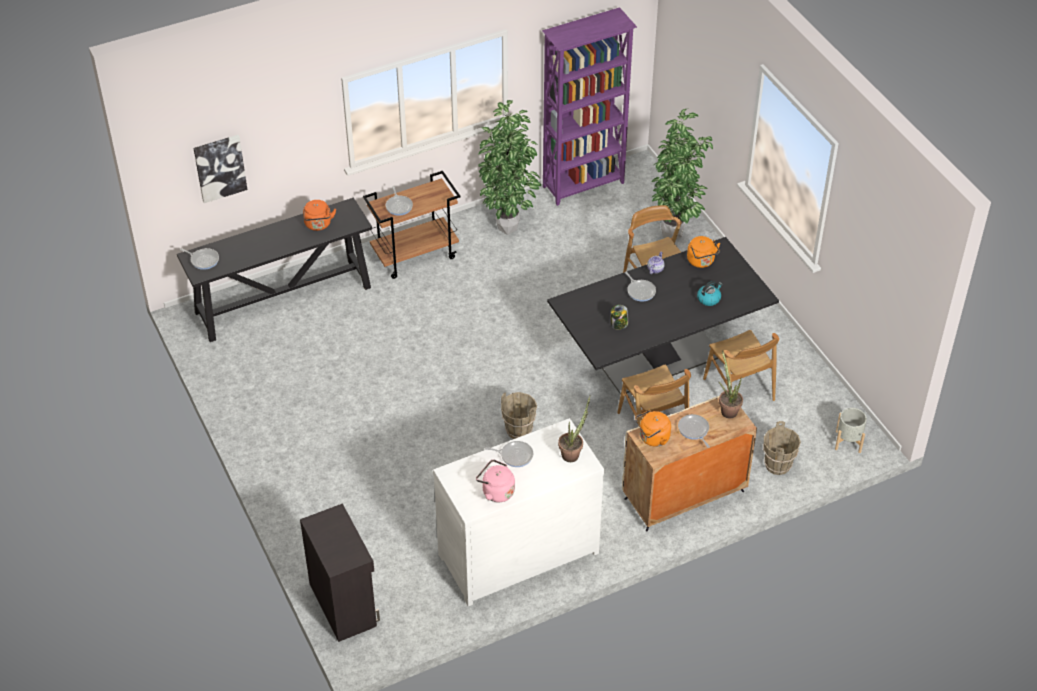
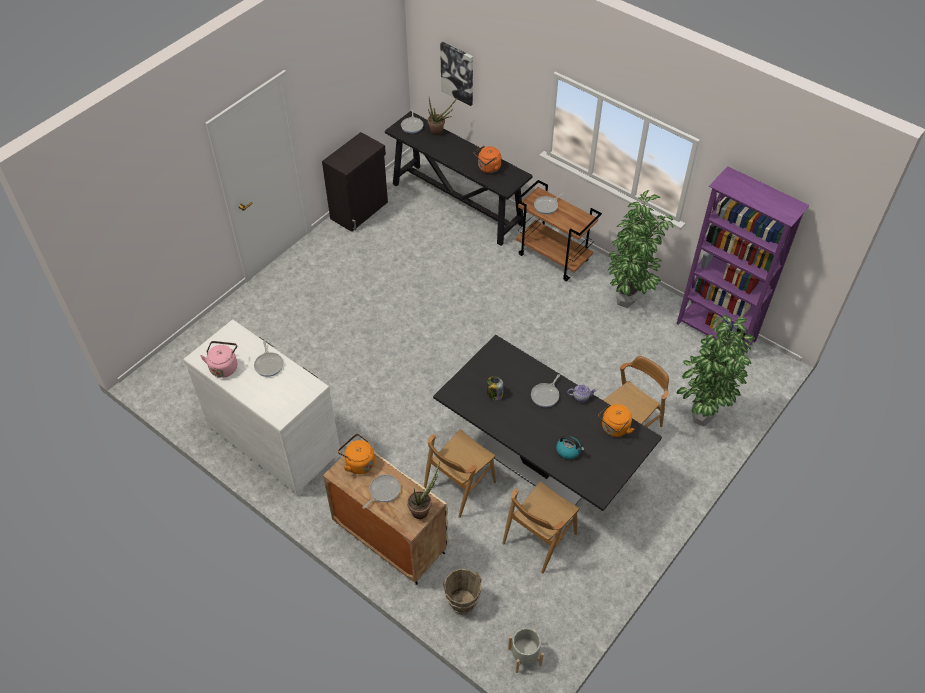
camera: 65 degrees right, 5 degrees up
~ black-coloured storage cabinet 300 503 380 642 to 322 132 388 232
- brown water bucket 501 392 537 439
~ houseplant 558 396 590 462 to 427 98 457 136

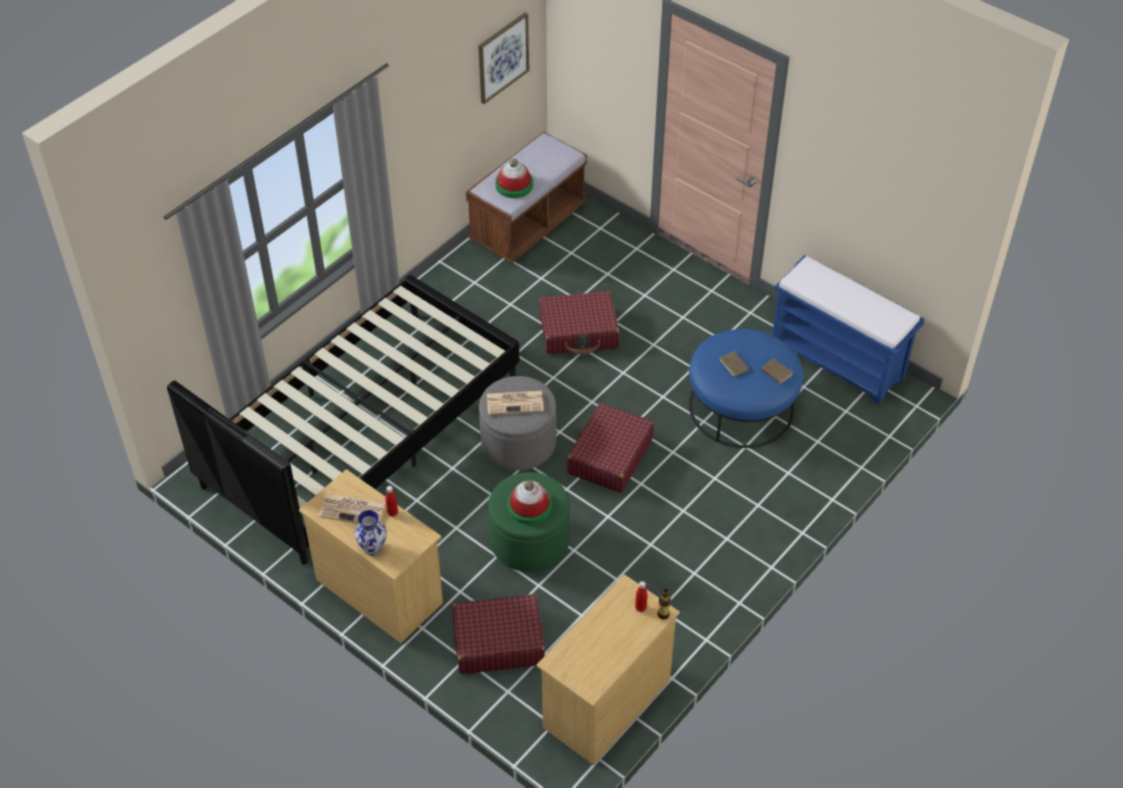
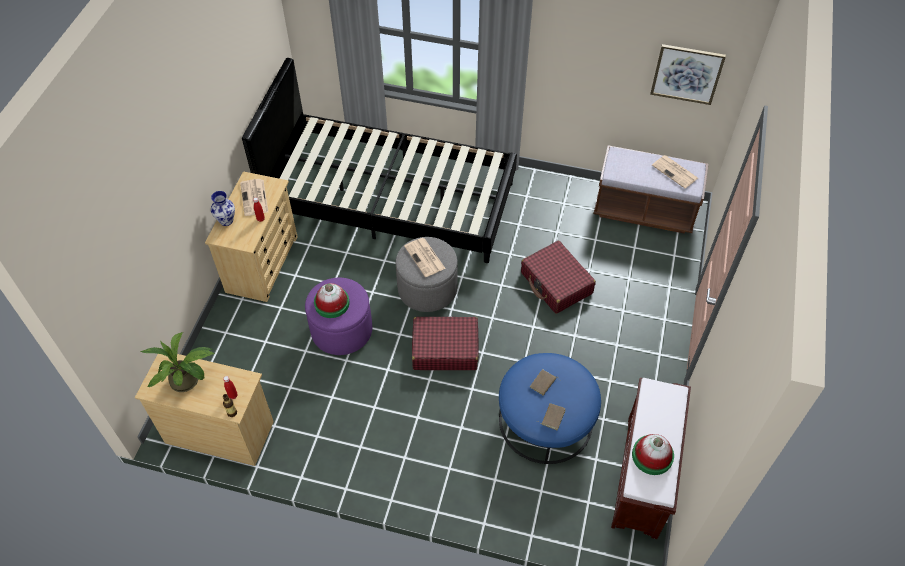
camera: 65 degrees right, 5 degrees up
- red travel case 452 594 545 674
~ green-coloured footrest 488 472 570 572 to purple footrest 305 278 372 355
~ clothing hat 495 159 533 198 to 632 434 674 475
~ blue long seat 772 255 924 405 to brown long seat 611 378 691 539
+ houseplant 141 332 214 392
+ newspaper 652 155 698 188

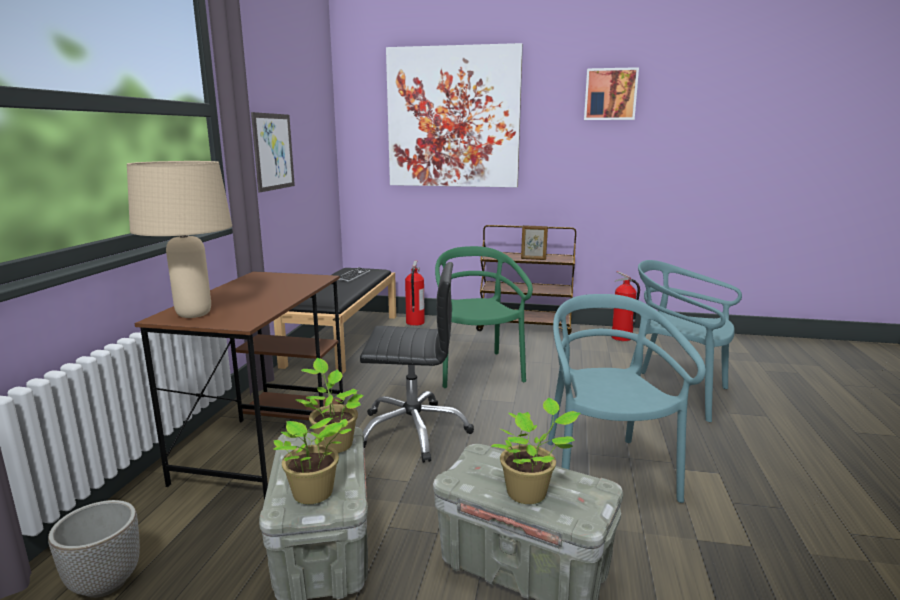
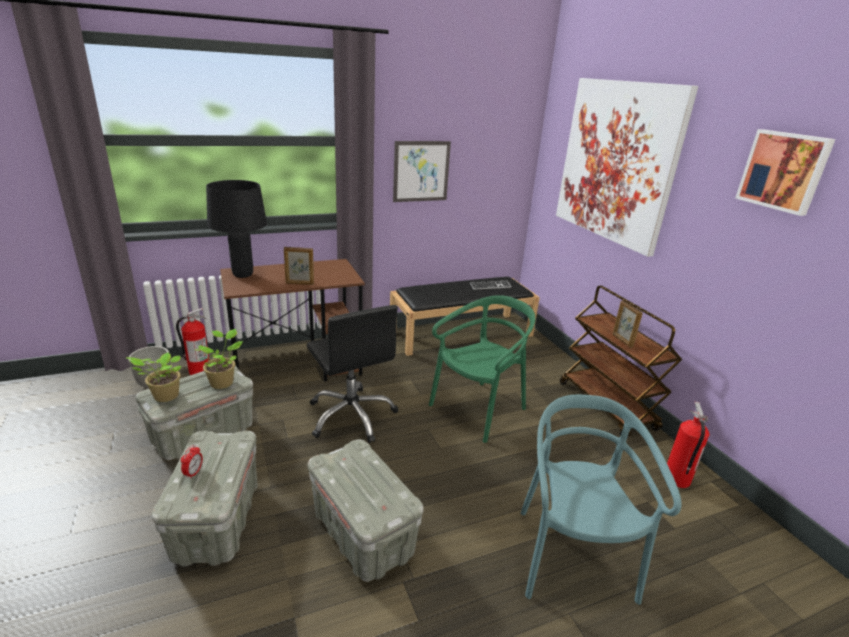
camera: 55 degrees right, 10 degrees up
~ sand-coloured table lamp 127 161 232 318 to black-coloured table lamp 206 180 267 278
~ fire extinguisher 405 260 425 326 to 176 308 210 375
~ houseplant 491 398 580 504 to bedside clock 181 445 203 479
~ turquoise chair 547 294 706 503 to grey storage bin 307 439 424 582
+ photo frame 284 247 314 285

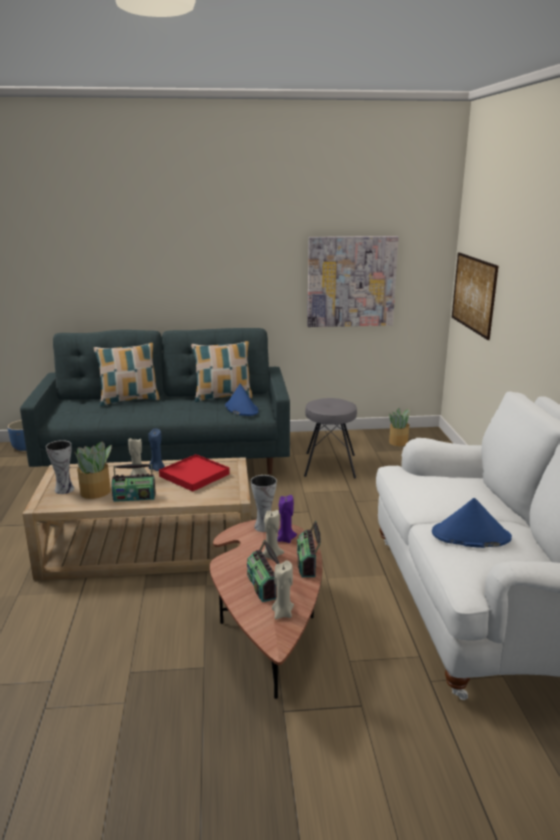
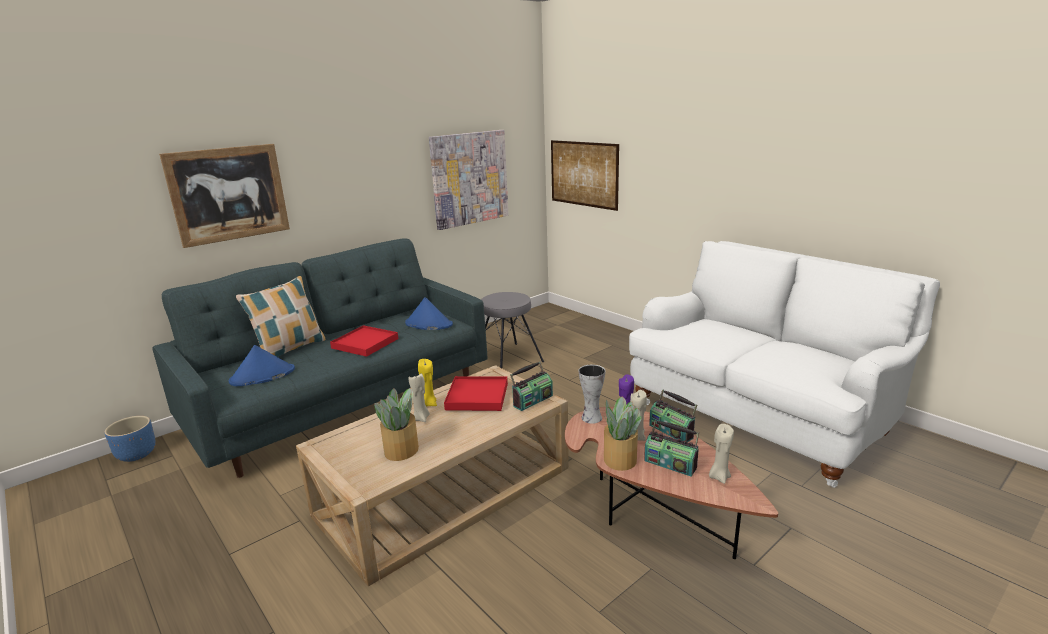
camera: 35 degrees left, 0 degrees up
- decorative vase 46 440 74 494
~ radio receiver 112 464 156 502 to 510 362 553 411
~ blue candle 148 428 165 471 to yellow-coloured candle 418 359 437 407
- throw pillow 191 341 252 402
~ houseplant 389 408 410 446 to 604 396 642 471
~ blue clothing hat 432 498 512 548 to 229 345 295 386
+ wall picture 159 144 290 248
+ red serving tray 330 325 398 357

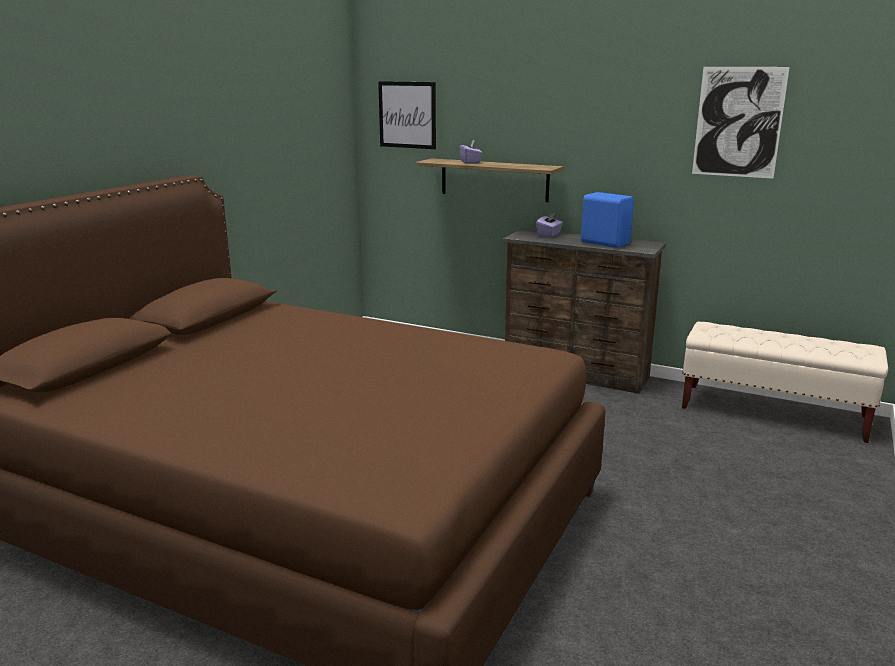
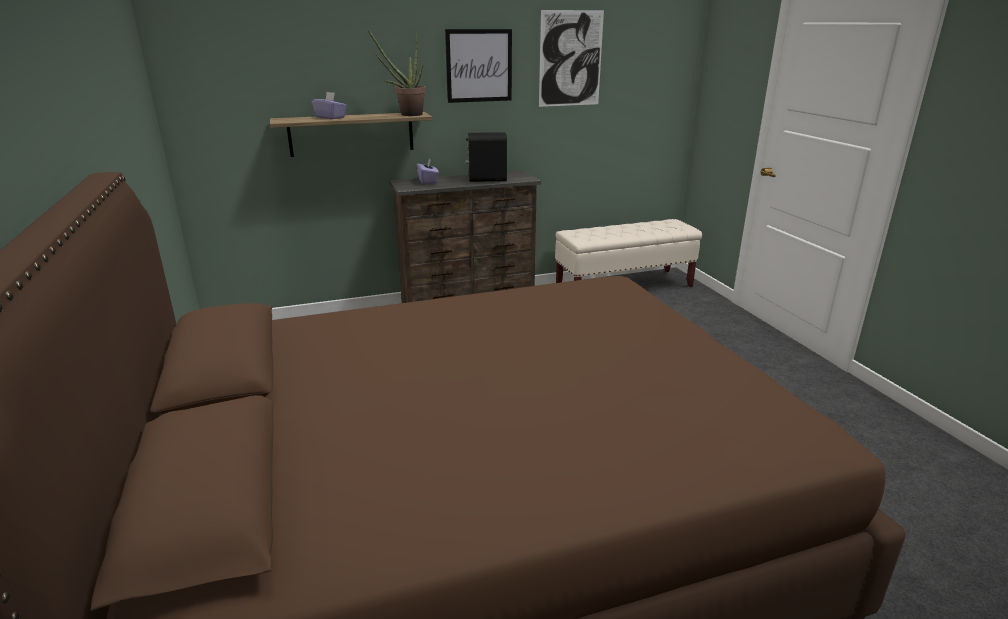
camera: 45 degrees left, 5 degrees up
~ wall picture 378 81 436 149 to 445 29 512 103
~ blue speaker 581 192 634 248 to black-coloured speaker 465 132 507 182
+ houseplant 368 30 426 116

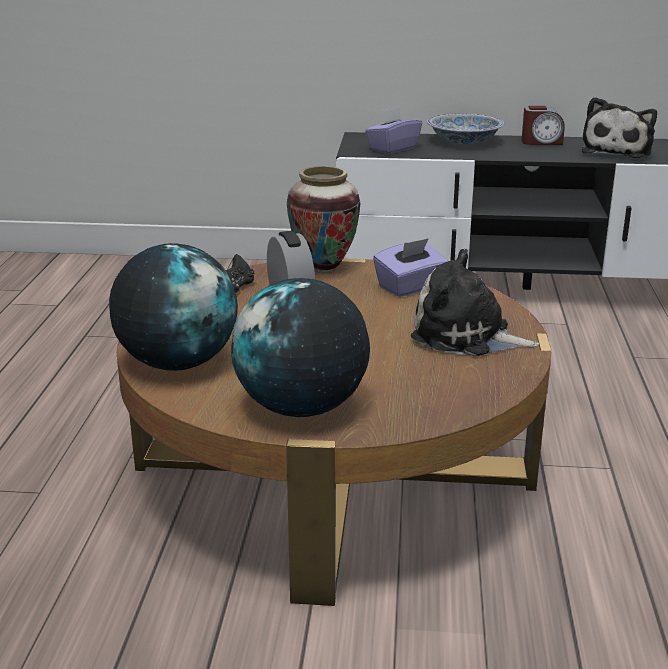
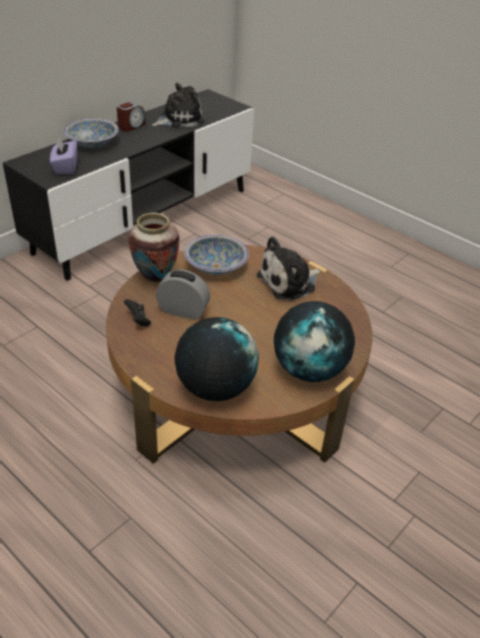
camera: 55 degrees left, 15 degrees up
~ purple tissue holder 373 238 448 297 to serving bowl 184 235 249 275
~ plush toy 582 97 657 158 = 152 83 204 128 90 degrees counterclockwise

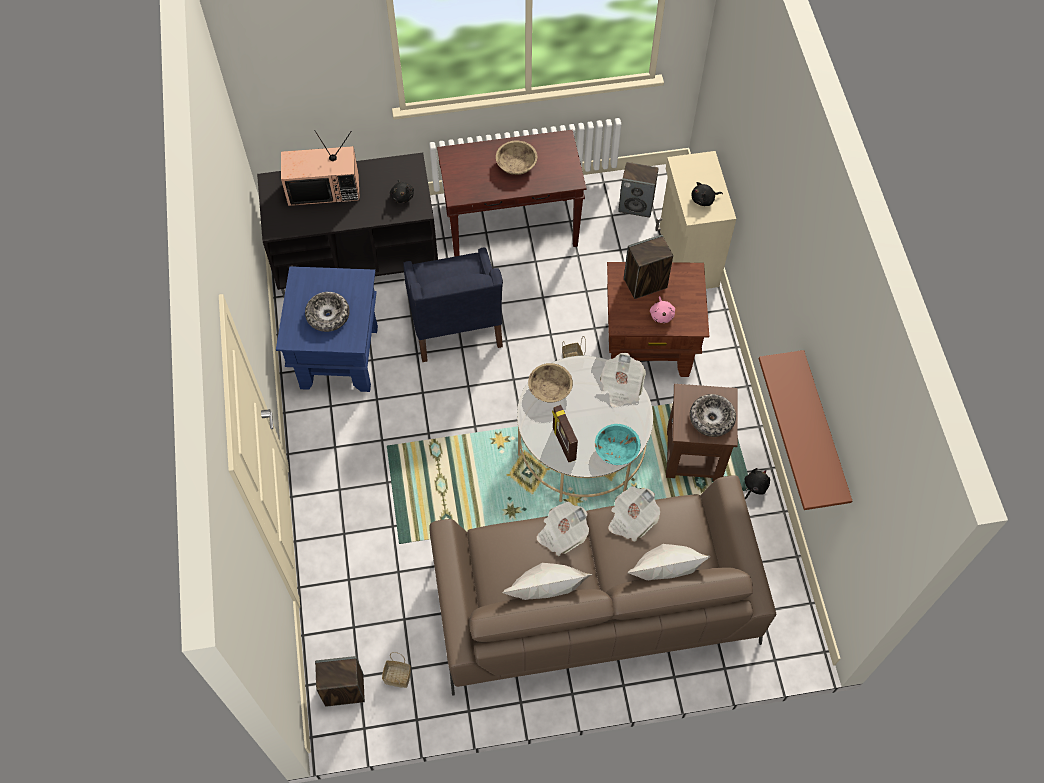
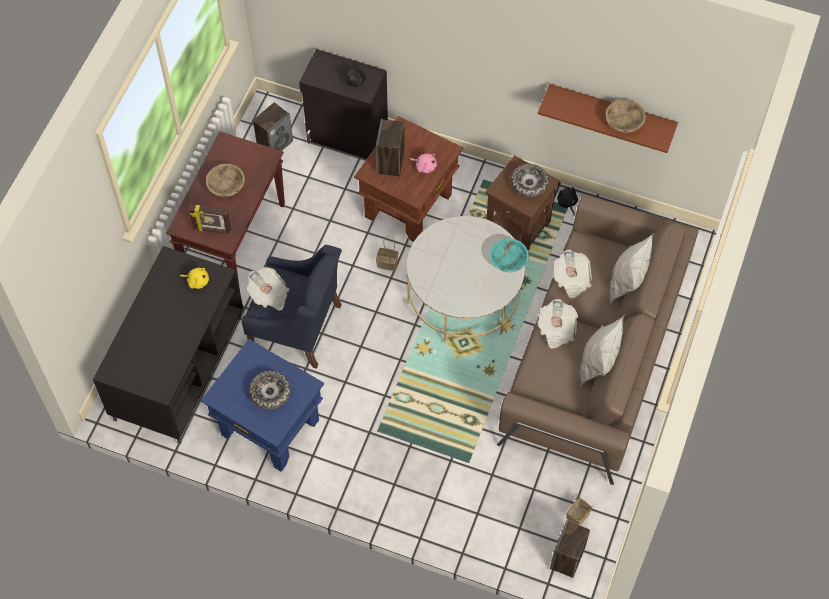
camera: 60 degrees left, 0 degrees up
- TV 281 130 360 206
~ black-coloured plush toy 390 179 414 203 to yellow-coloured plush toy 180 268 209 289
~ sand-coloured serving bowl 528 363 573 402 to 606 99 646 133
~ photo frame 552 405 578 462 to 189 204 231 234
~ newspaper 600 353 646 407 to 247 267 289 311
~ sand-coloured storage cabinet 655 151 736 289 to black-coloured storage cabinet 299 49 388 159

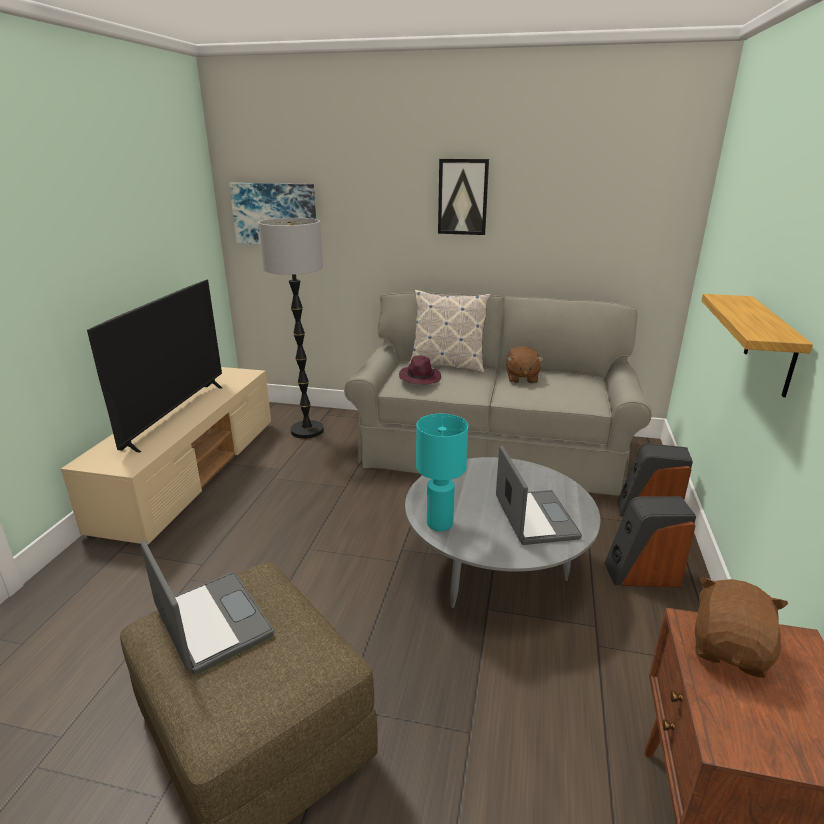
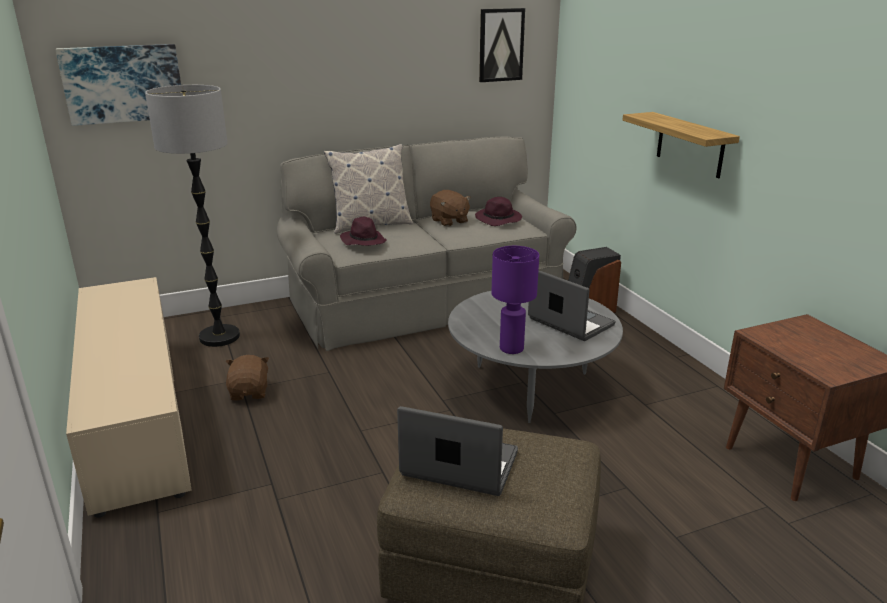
camera: 35 degrees left, 0 degrees up
- TV 87 280 222 452
~ turquoise table lamp 416 414 468 531 to purple table lamp 491 246 539 354
~ wall picture 438 159 489 235 to 479 8 525 82
- speaker 604 496 696 587
~ brown plush toy 694 577 788 678 to 226 355 269 401
+ purple clothing hat 475 197 522 226

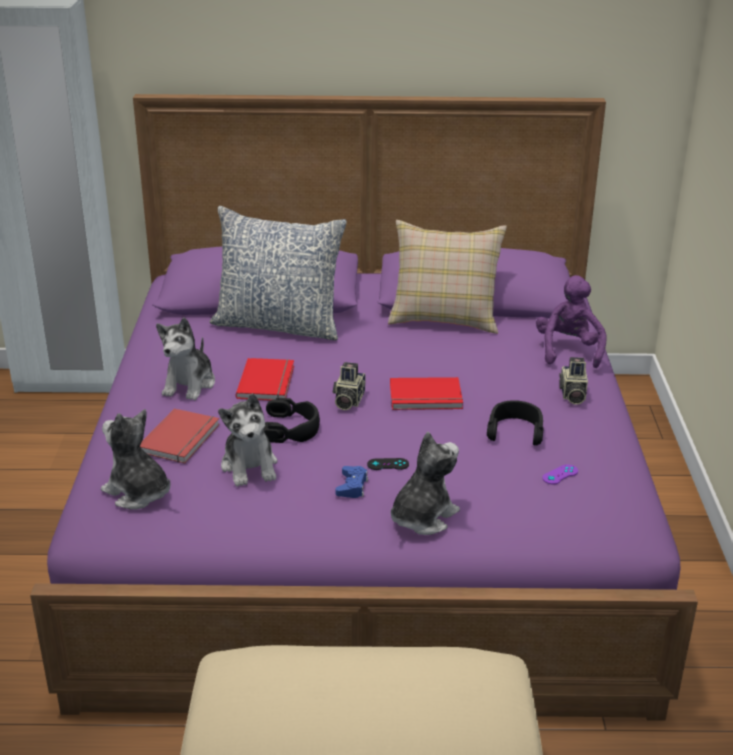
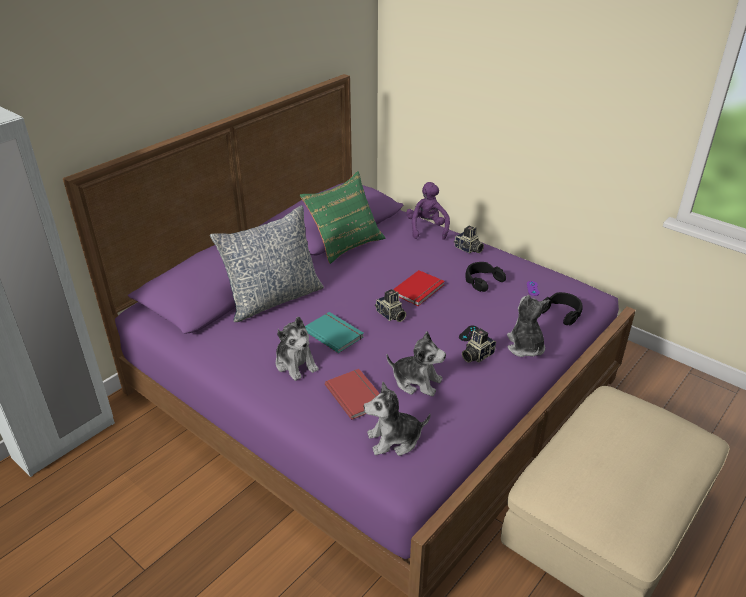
camera: 50 degrees left, 5 degrees up
~ red book 236 358 294 400 to turquoise book 305 312 364 353
~ black-coloured pair of headphones 264 398 320 443 to 543 292 582 325
~ blue game controller 336 466 368 498 to still camera 462 328 496 363
~ sand-coloured throw pillow 388 220 507 334 to green-coloured throw pillow 300 171 385 264
~ purple plush toy 536 275 606 368 = 406 182 450 240 45 degrees clockwise

